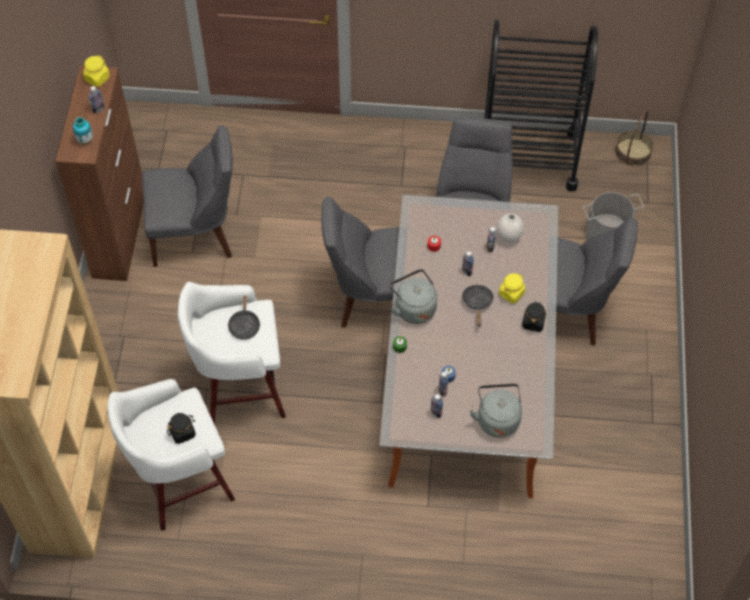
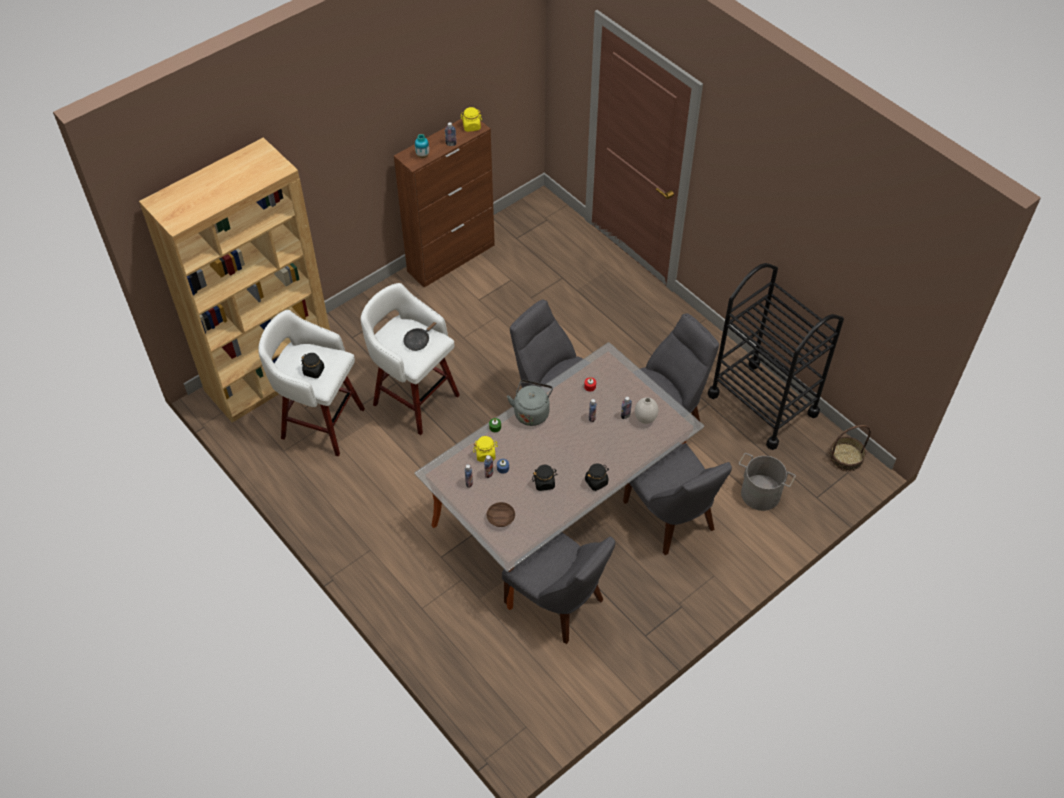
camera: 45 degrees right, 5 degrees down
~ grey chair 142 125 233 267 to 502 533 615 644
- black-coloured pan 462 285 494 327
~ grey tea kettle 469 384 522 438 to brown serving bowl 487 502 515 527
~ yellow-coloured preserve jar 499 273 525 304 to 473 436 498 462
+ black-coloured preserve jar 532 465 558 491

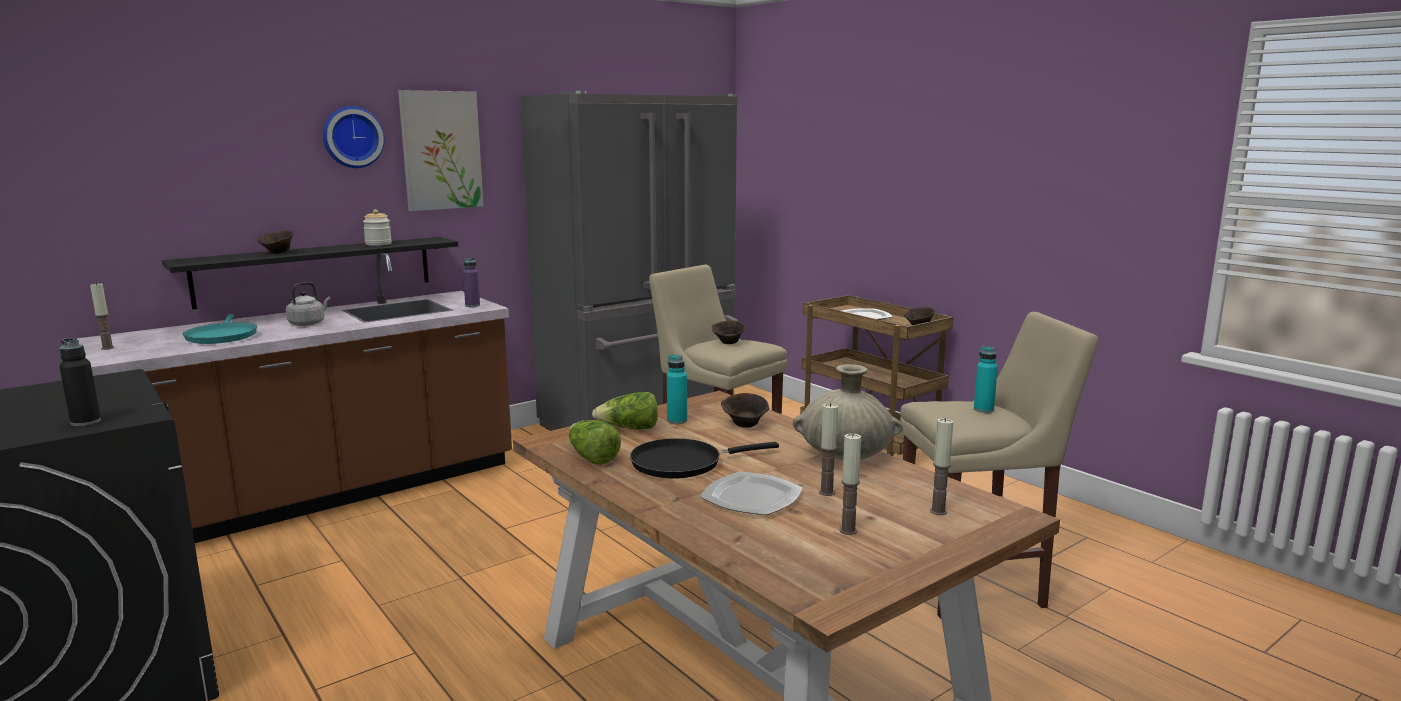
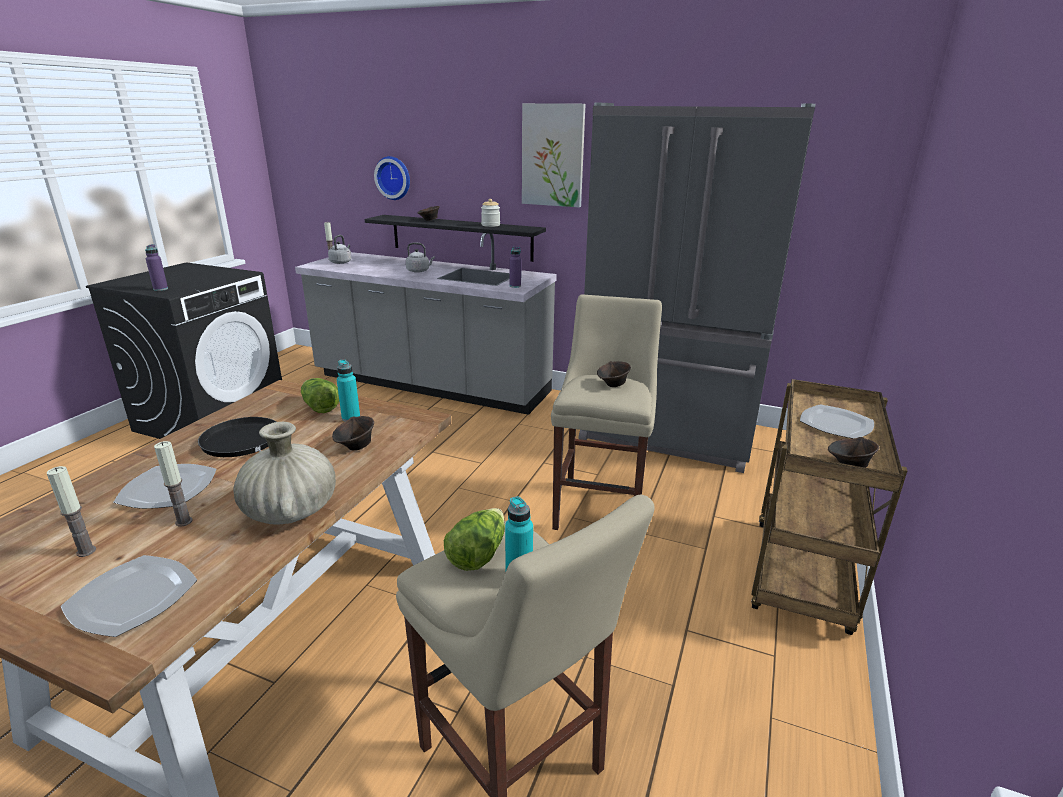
camera: 60 degrees right, 10 degrees up
~ black-coloured beverage bottle 59 338 101 426 to purple beverage bottle 145 244 168 291
~ brown counter 77 253 512 543 to grey counter 295 233 557 415
- turquoise pan 183 314 257 344
~ clock on the wall 323 106 385 168 to 374 156 410 200
~ lettuce head 569 420 621 465 to 444 508 505 571
~ candle 930 418 953 515 to dinner plate 61 555 197 637
+ grey tea kettle 328 235 352 264

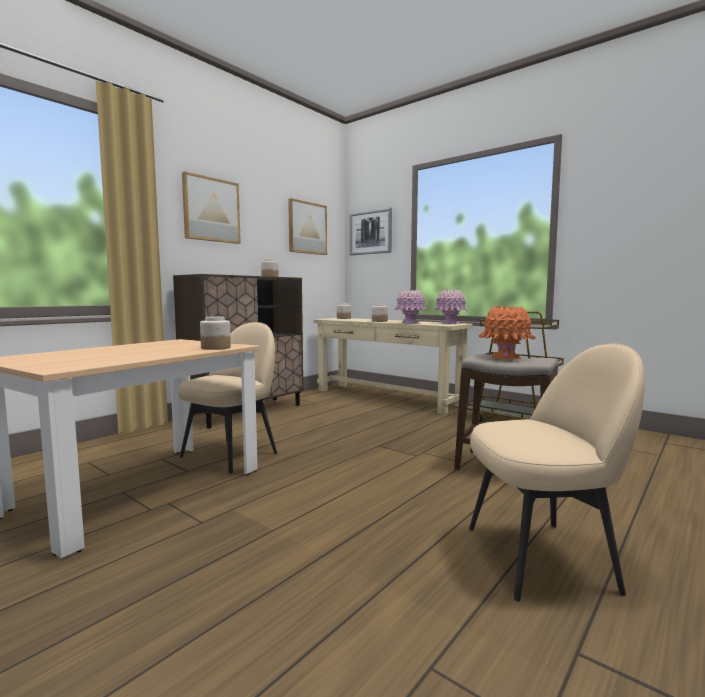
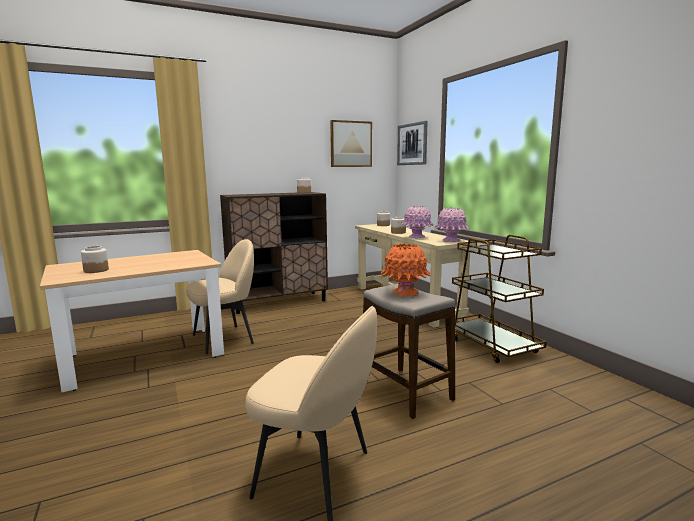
camera: 25 degrees right, 5 degrees up
- wall picture 182 171 241 244
~ preserve jar 200 316 231 350 to 81 246 109 273

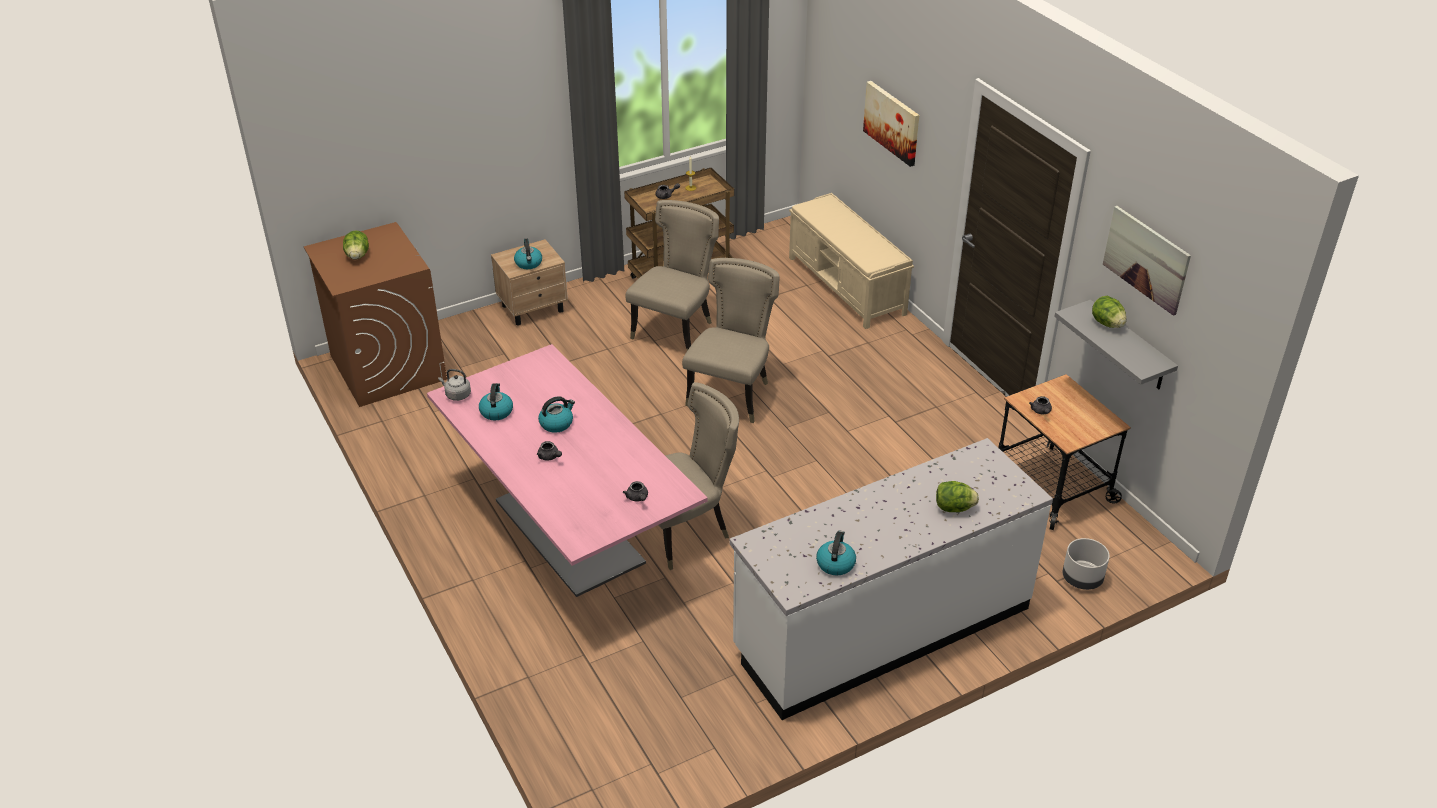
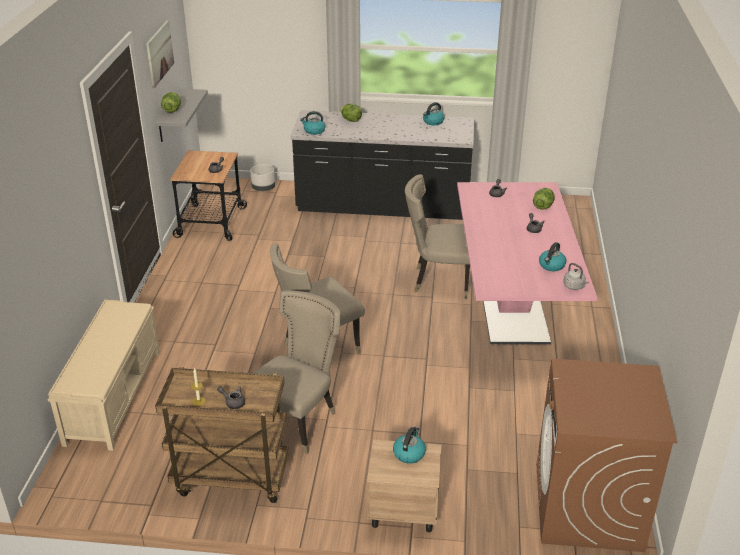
camera: 145 degrees left, 5 degrees down
~ lettuce head 343 231 369 260 to 533 188 555 210
~ tea kettle 538 396 575 433 to 300 111 326 135
~ sand-coloured chair 625 200 719 351 = 254 290 341 454 150 degrees clockwise
~ white-coloured counter 729 438 1053 720 to black-coloured counter 291 110 474 220
- wall picture 863 81 919 167

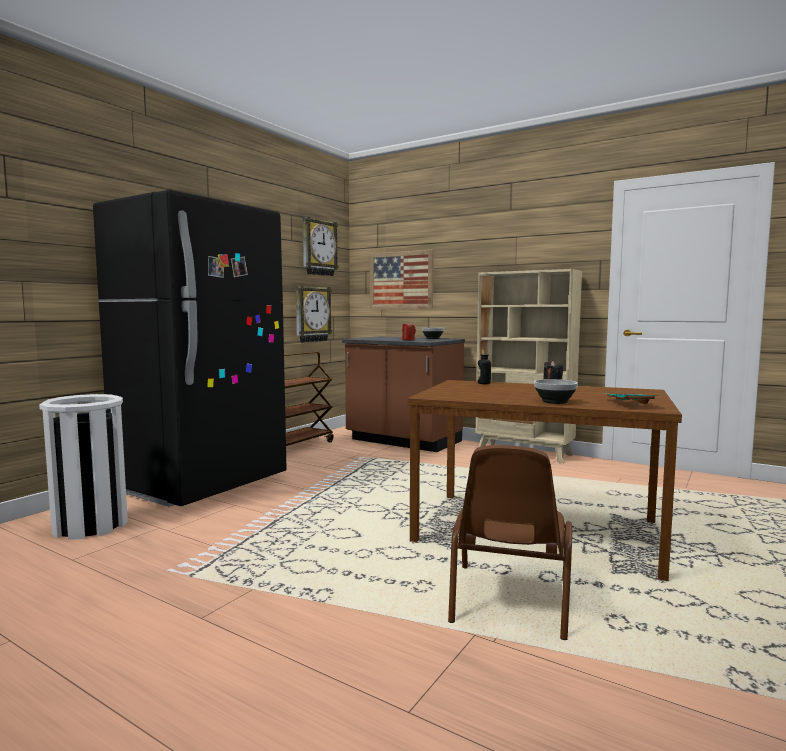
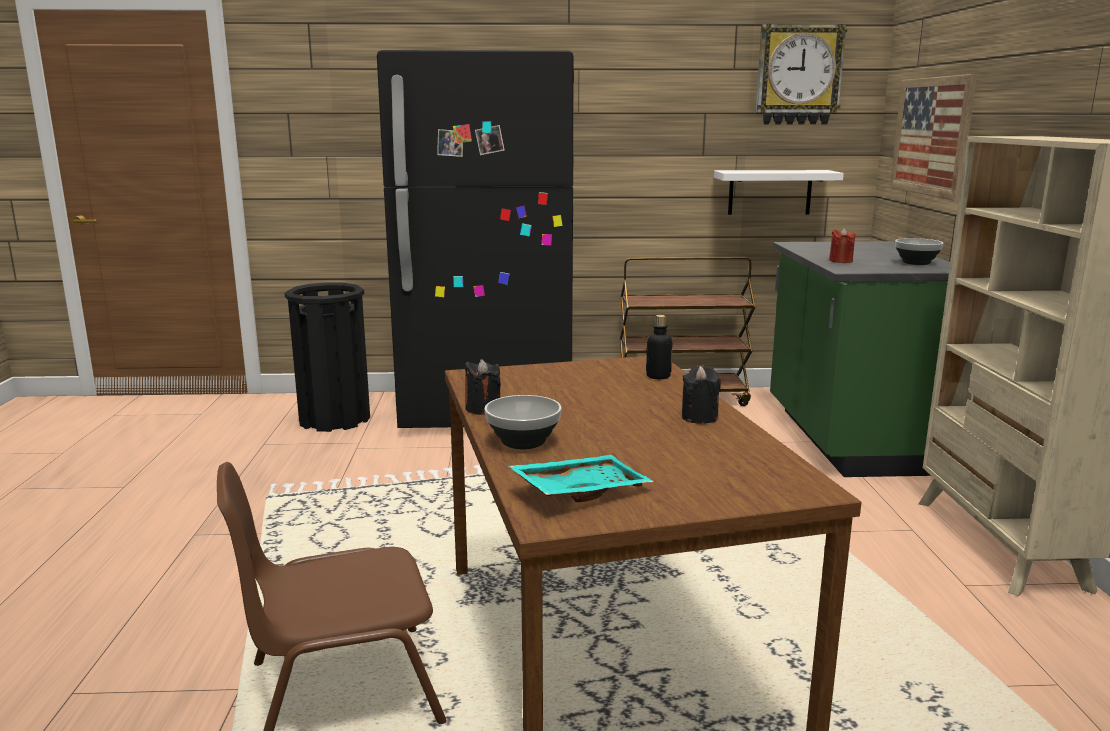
camera: 55 degrees right, 10 degrees up
~ white-coloured rubbish bin 39 394 128 540 to black-coloured rubbish bin 285 282 370 432
~ clock on the wall 296 286 332 342 to white-coloured bracket shelf 714 170 844 215
~ brown counter 342 336 465 452 to green-coloured counter 770 241 950 477
+ black-coloured candle 465 359 501 415

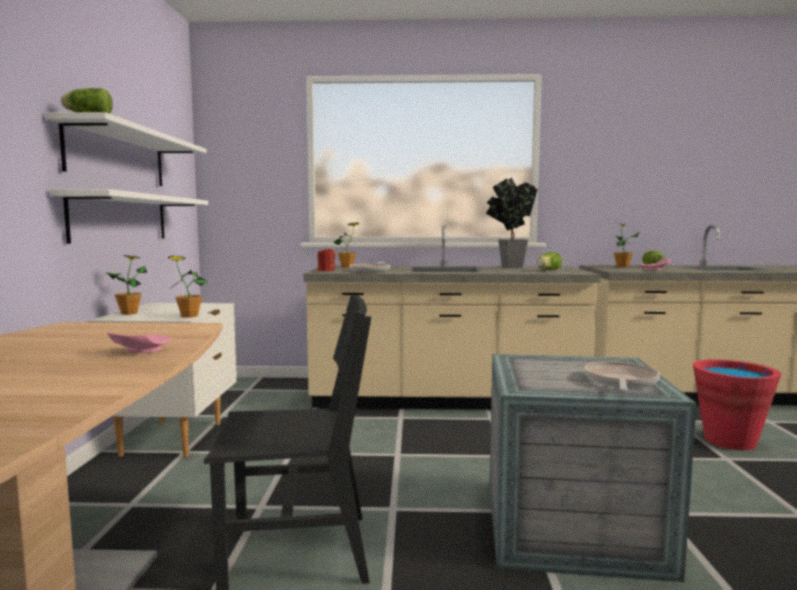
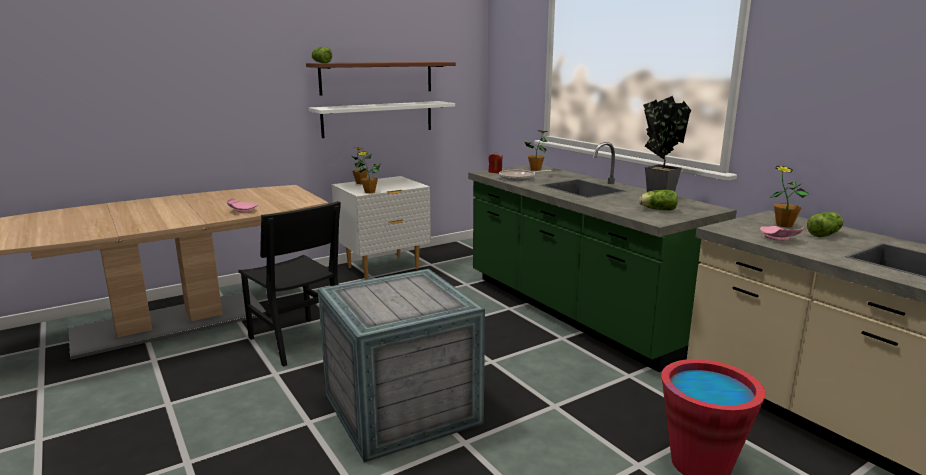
camera: 55 degrees right, 10 degrees up
~ white-coloured bracket shelf 45 112 206 186 to brown bracket shelf 306 62 456 96
~ sand-coloured counter 304 225 601 410 to green-coloured counter 468 142 737 372
- pan 584 361 660 391

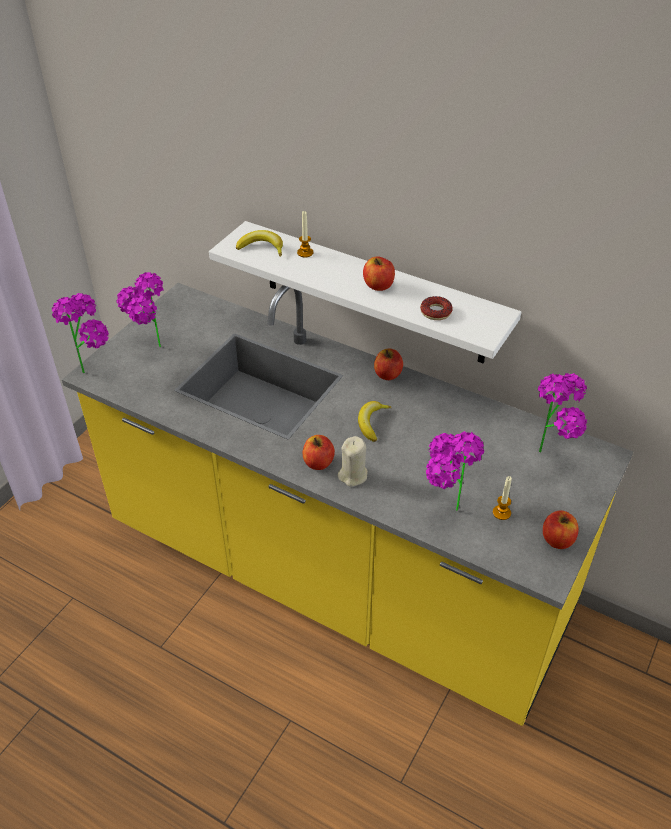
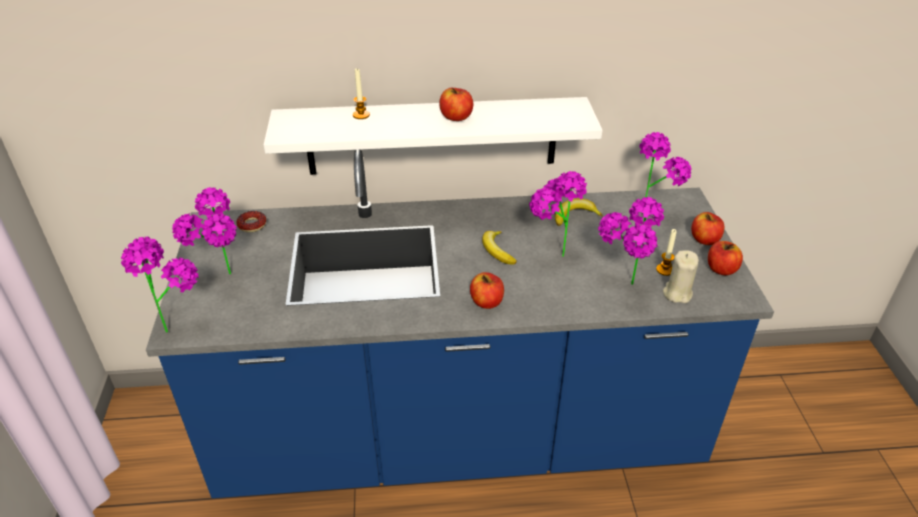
camera: 35 degrees left, 5 degrees down
~ yellow-coloured counter 62 283 633 726 to blue counter 146 150 774 498
~ whole banana 236 230 283 256 to 555 198 603 226
~ sand-coloured candle 338 436 368 486 to 663 250 699 303
~ apple fruit 374 349 403 380 to 691 212 724 245
~ donut 420 296 453 320 to 236 211 266 232
+ houseplant 529 171 587 257

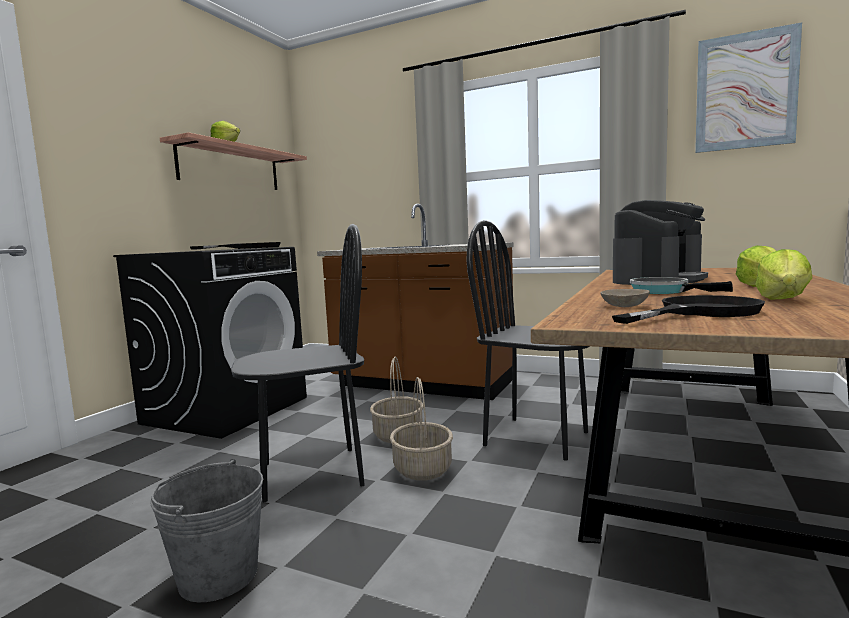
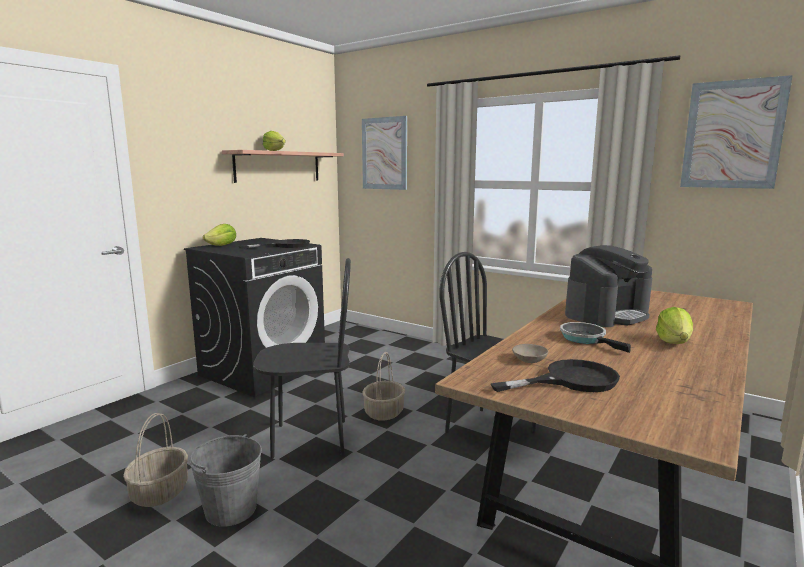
camera: 10 degrees right, 5 degrees up
- brown counter 317 204 514 400
~ basket 390 377 453 481 to 123 413 188 507
~ lettuce head 755 249 812 300 to 203 224 236 246
+ wall picture 362 116 407 190

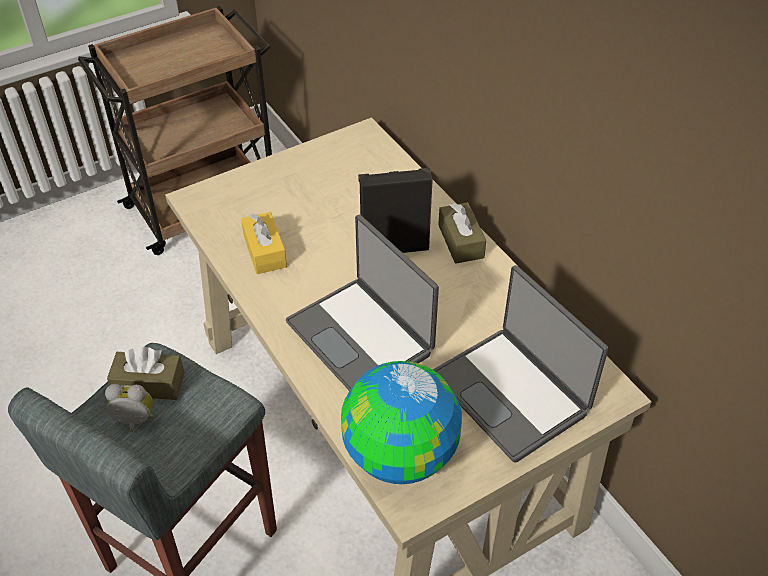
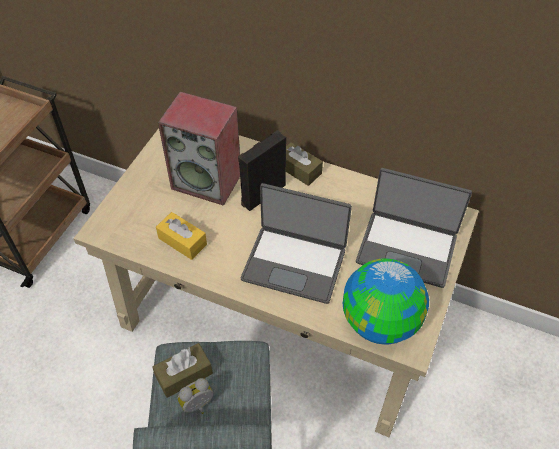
camera: 35 degrees left, 5 degrees up
+ speaker 158 92 240 206

